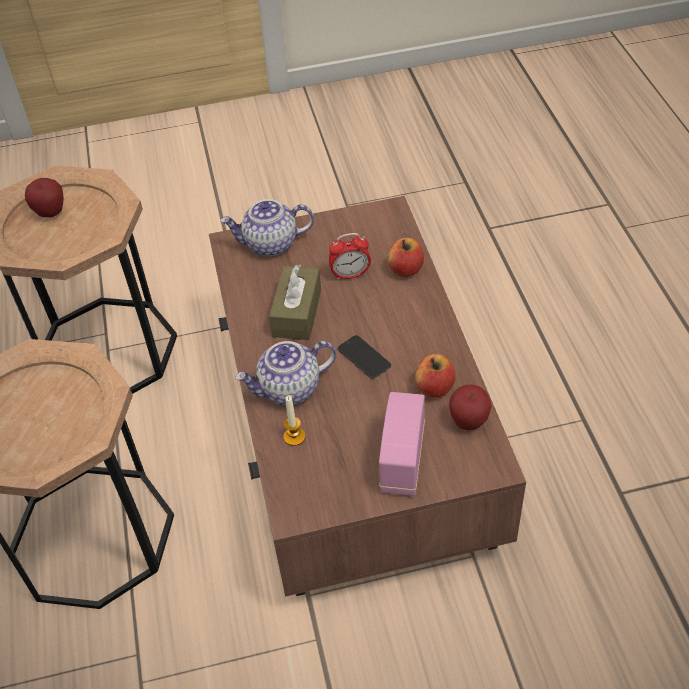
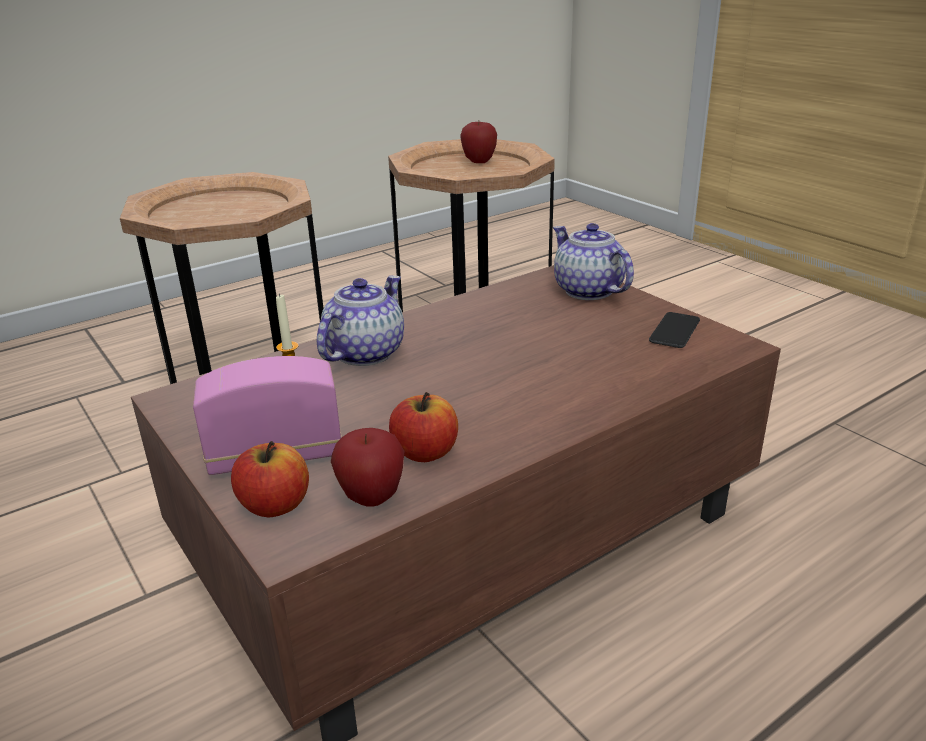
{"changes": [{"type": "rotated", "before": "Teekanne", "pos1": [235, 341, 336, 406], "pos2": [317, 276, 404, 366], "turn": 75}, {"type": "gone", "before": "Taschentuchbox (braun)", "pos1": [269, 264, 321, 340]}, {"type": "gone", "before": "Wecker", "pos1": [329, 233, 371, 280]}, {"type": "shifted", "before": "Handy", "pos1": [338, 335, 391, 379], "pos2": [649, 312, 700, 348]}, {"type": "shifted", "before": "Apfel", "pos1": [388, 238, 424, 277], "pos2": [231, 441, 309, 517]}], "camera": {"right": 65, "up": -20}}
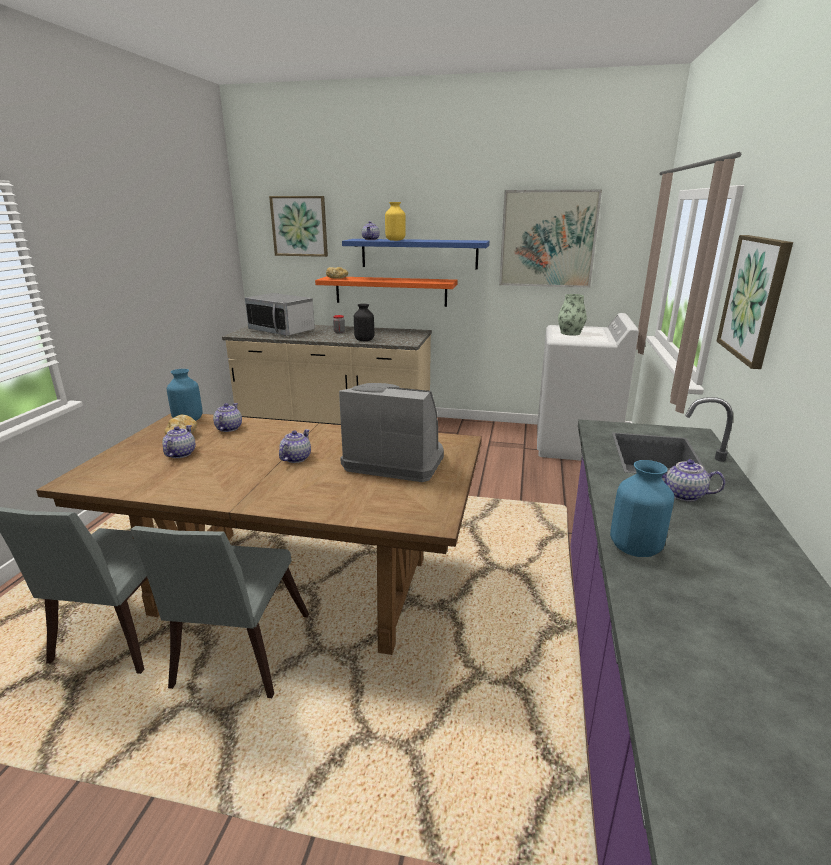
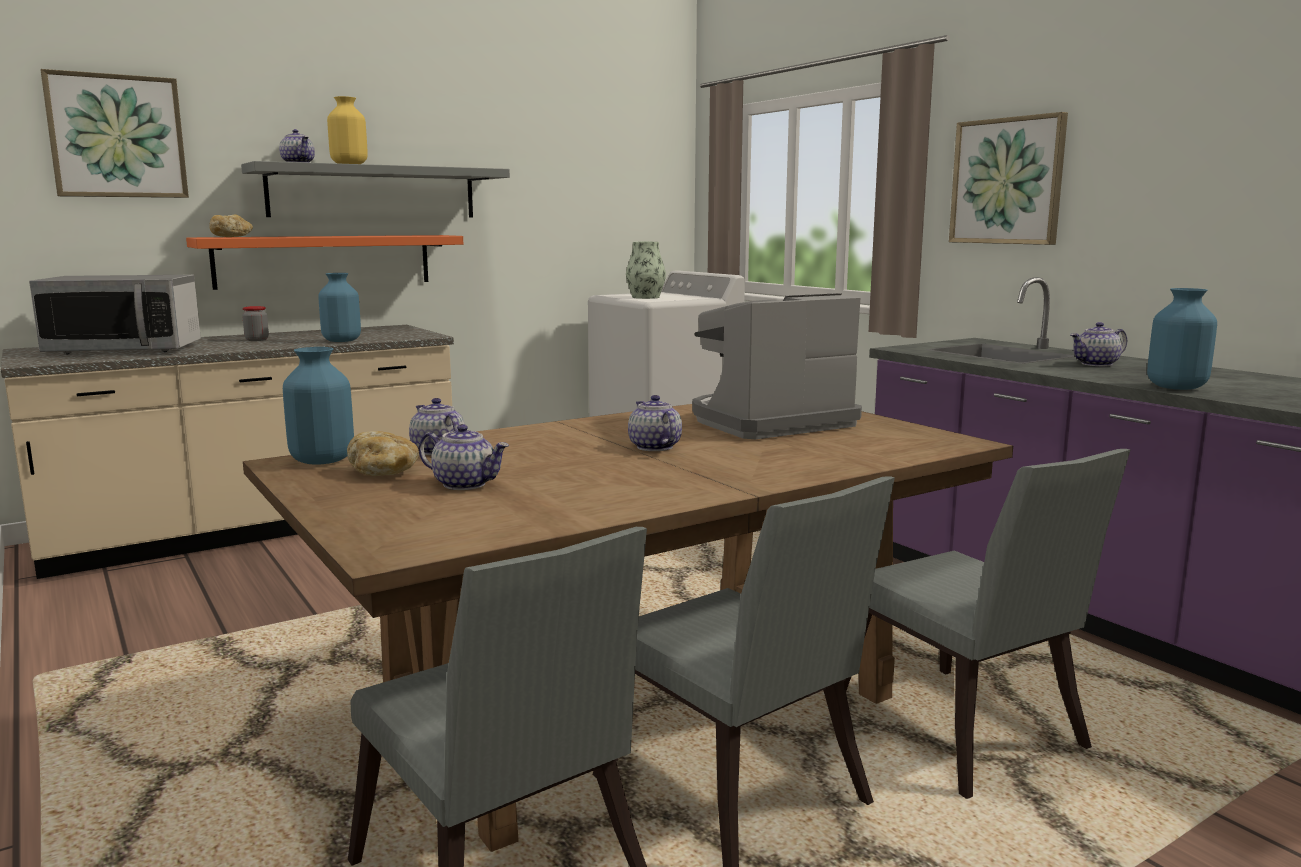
{"changes": [{"type": "rotated", "before": "Teekanne", "pos1": [162, 425, 195, 458], "pos2": [419, 424, 509, 490], "turn": 150}, {"type": "repainted", "before": "Wandregal (blau)", "after": "Wandregal (grau)", "pos1": [342, 239, 489, 270], "pos2": [241, 161, 510, 217]}, {"type": "repainted", "before": "Vase (schwarz)", "after": "Vase (blau)", "pos1": [354, 304, 374, 341], "pos2": [318, 273, 361, 342]}, {"type": "gone", "before": "Bild", "pos1": [499, 190, 602, 288]}, {"type": "new", "after": "Stuhl (grau)", "pos2": [844, 449, 1130, 799]}], "camera": {"right": -45, "up": -10}}
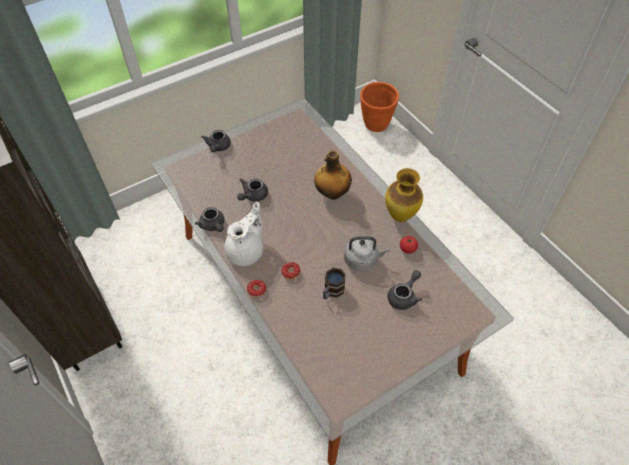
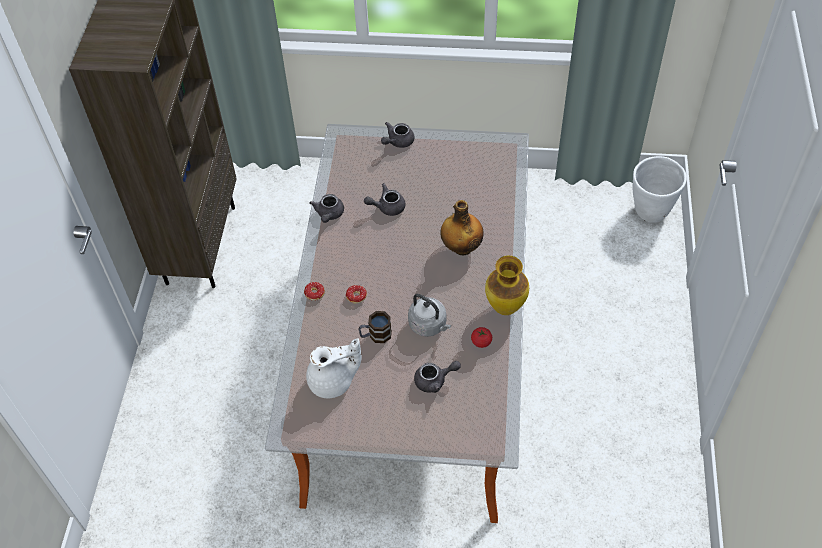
{"changes": [{"type": "shifted", "before": "Teekanne (weiß)", "pos1": [224, 202, 263, 266], "pos2": [306, 338, 361, 399]}, {"type": "repainted", "before": "Pflanzkübel (orange)", "after": "Pflanzkübel (weiß)", "pos1": [360, 82, 399, 132], "pos2": [633, 156, 687, 223]}], "camera": {"right": 40, "up": 0}}
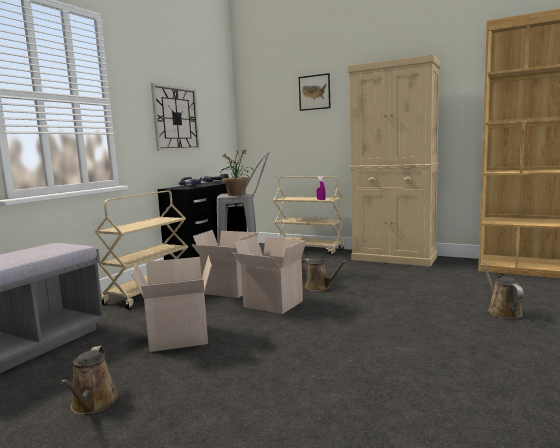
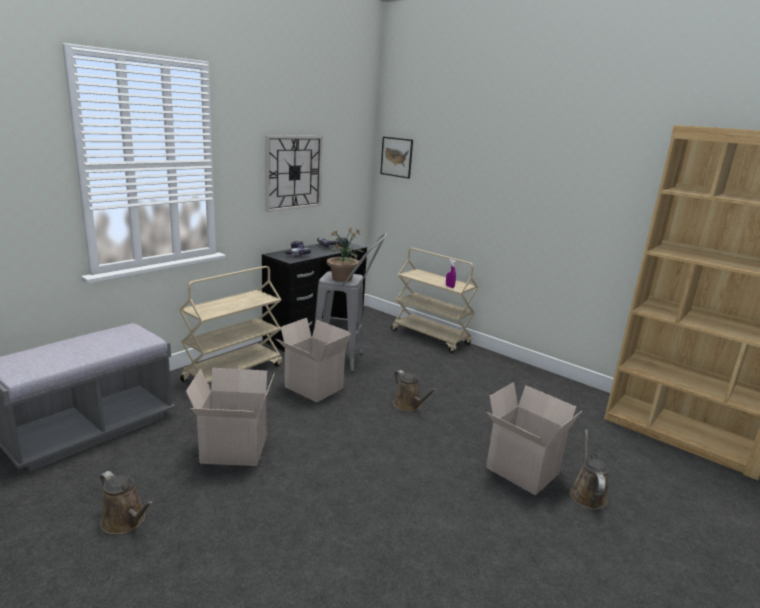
{"changes": [{"type": "rotated", "before": "Gießkanne (braun)", "pos1": [60, 346, 119, 414], "pos2": [100, 471, 154, 534], "turn": -60}, {"type": "shifted", "before": "Karton", "pos1": [232, 236, 307, 314], "pos2": [486, 382, 582, 495]}, {"type": "shifted", "before": "Bild", "pos1": [299, 73, 331, 111], "pos2": [380, 137, 413, 179]}, {"type": "gone", "before": "Schrank (beige)", "pos1": [348, 54, 441, 267]}], "camera": {"right": 10, "up": 10}}
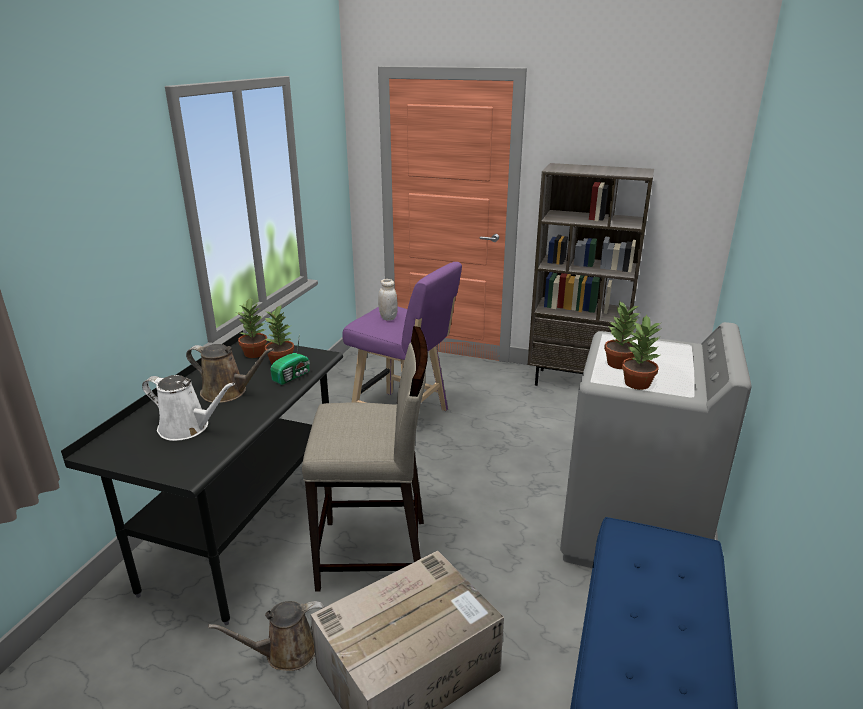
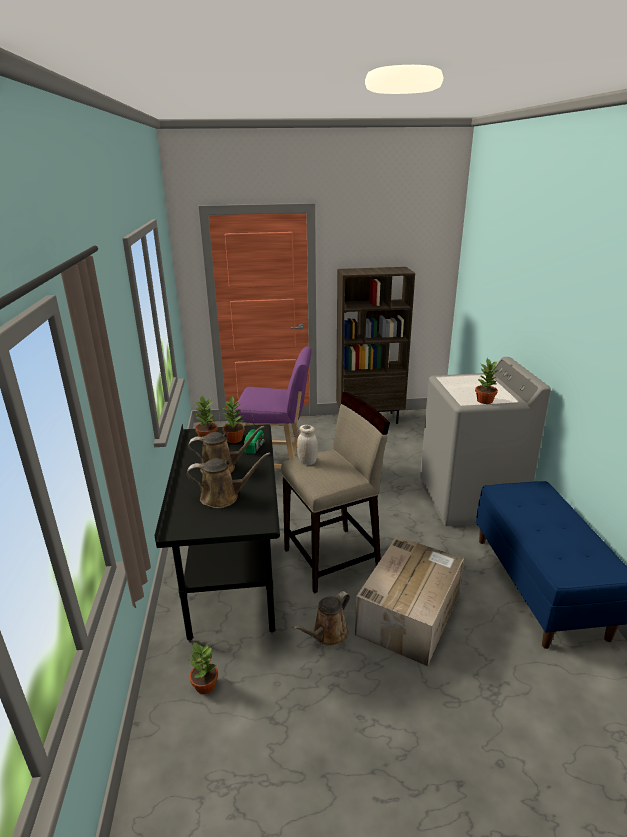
{"changes": [{"type": "repainted", "before": "Gießkanne (weiß)", "after": "Gießkanne (braun)", "pos1": [142, 375, 235, 441], "pos2": [187, 452, 270, 508]}, {"type": "shifted", "before": "Vorratsglas (weiß)", "pos1": [378, 279, 398, 321], "pos2": [297, 425, 318, 465]}, {"type": "shifted", "before": "Topfpflanze", "pos1": [604, 300, 641, 369], "pos2": [189, 641, 218, 694]}], "camera": {"right": -25, "up": 0}}
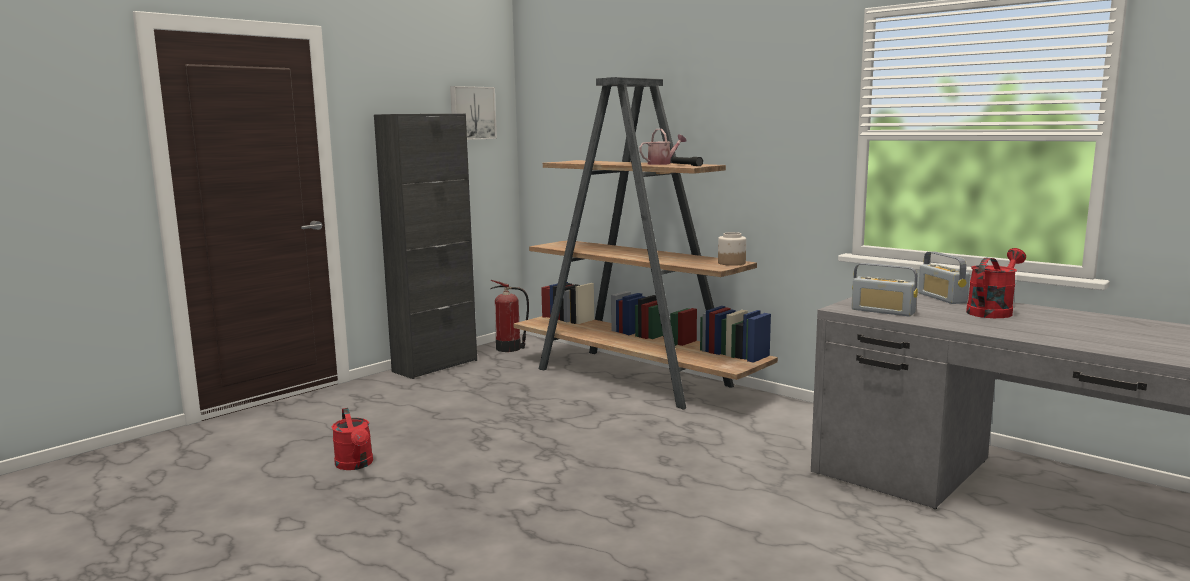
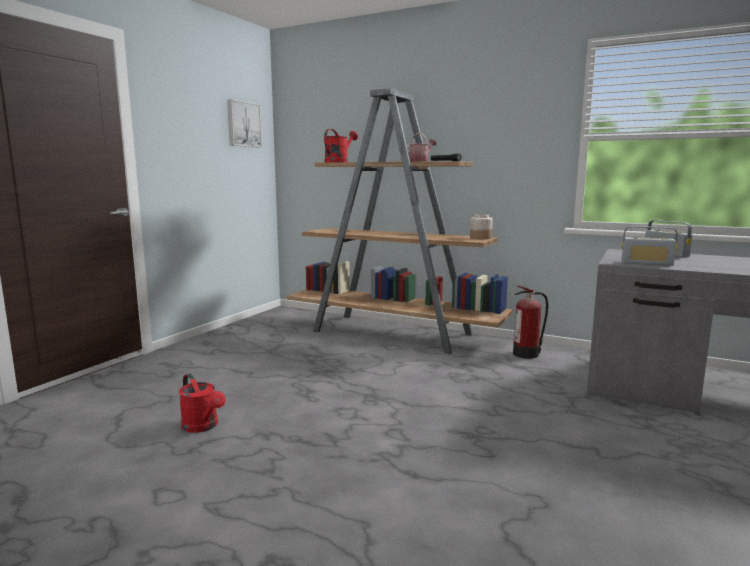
{"changes": [{"type": "gone", "before": "Schrank (schwarz)", "pos1": [374, 114, 477, 379]}, {"type": "shifted", "before": "Feuerlöscher", "pos1": [490, 280, 529, 352], "pos2": [513, 285, 548, 359]}, {"type": "shifted", "before": "Gießkanne (rot)", "pos1": [966, 248, 1026, 318], "pos2": [324, 129, 358, 163]}], "camera": {"right": -15, "up": 0}}
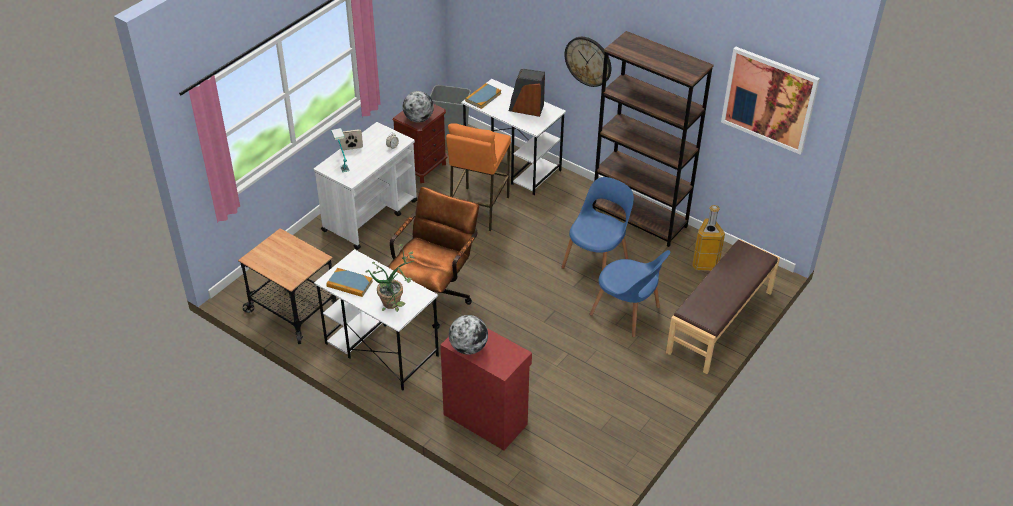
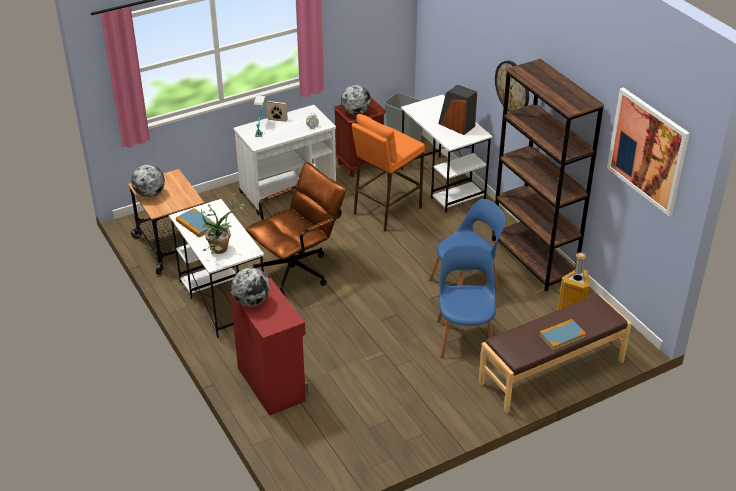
{"changes": [{"type": "shifted", "before": "Buch", "pos1": [465, 83, 501, 109], "pos2": [539, 319, 586, 350]}, {"type": "rotated", "before": "Stuhl (blau)", "pos1": [589, 250, 670, 338], "pos2": [437, 245, 496, 358], "turn": -150}, {"type": "new", "after": "Globus", "pos2": [131, 165, 165, 198]}], "camera": {"right": 25, "up": -5}}
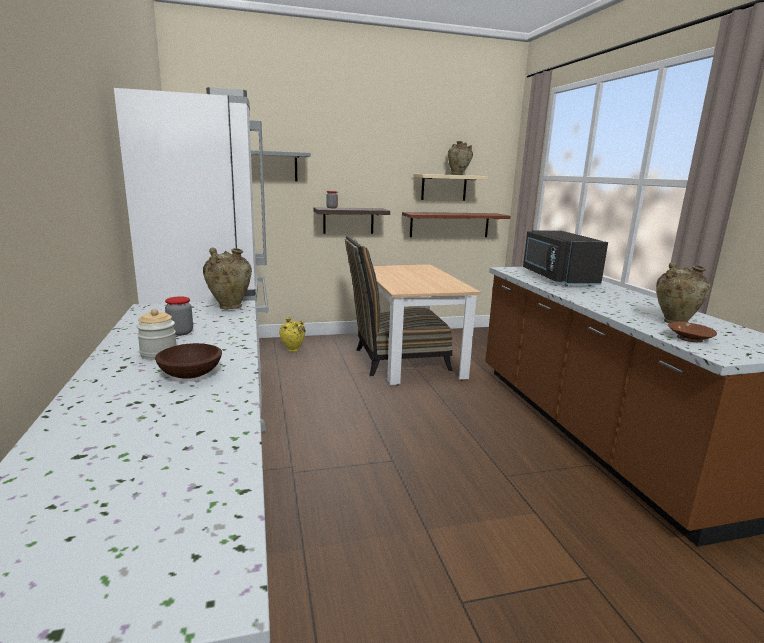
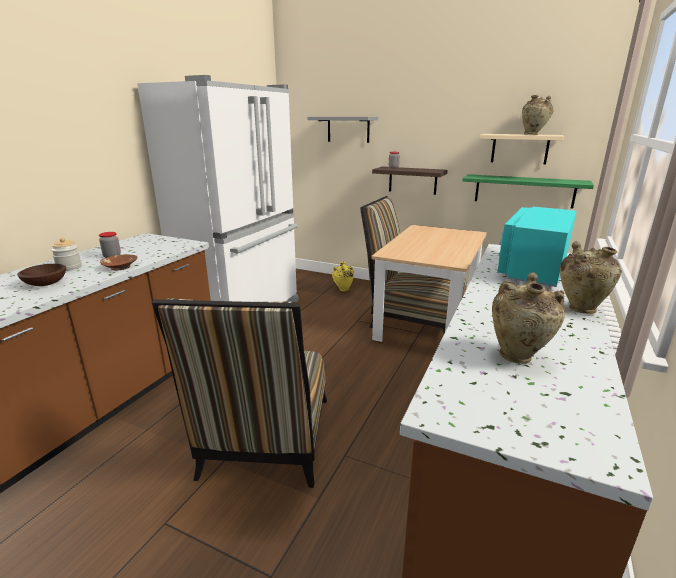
{"changes": [{"type": "shifted", "before": "Vase (beige)", "pos1": [203, 247, 252, 309], "pos2": [560, 241, 622, 314]}, {"type": "repainted", "before": "Wandregal (braun)", "after": "Wandregal (grün)", "pos1": [402, 212, 510, 237], "pos2": [462, 174, 594, 209]}, {"type": "repainted", "before": "Mikrowelle (schwarz)", "after": "Mikrowelle (türkis)", "pos1": [523, 230, 608, 286], "pos2": [497, 207, 576, 287]}, {"type": "shifted", "before": "Schüssel (braun)", "pos1": [668, 322, 717, 342], "pos2": [100, 254, 137, 270]}, {"type": "new", "after": "Stuhl", "pos2": [152, 298, 327, 488]}], "camera": {"right": 40, "up": 5}}
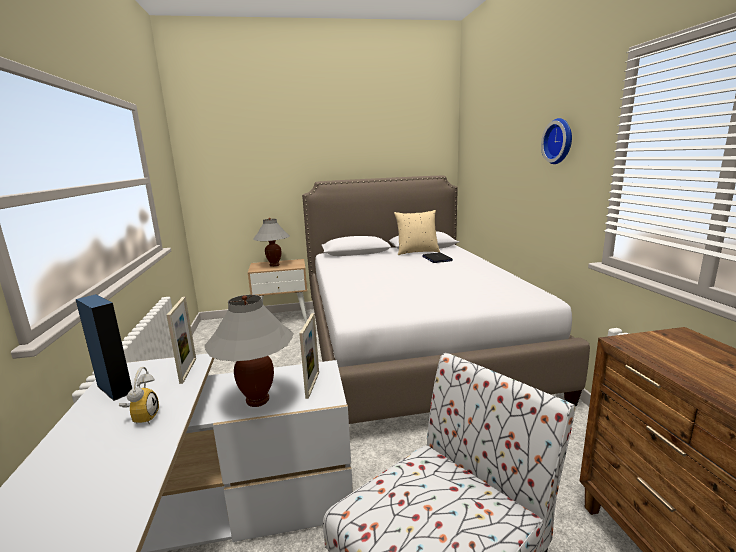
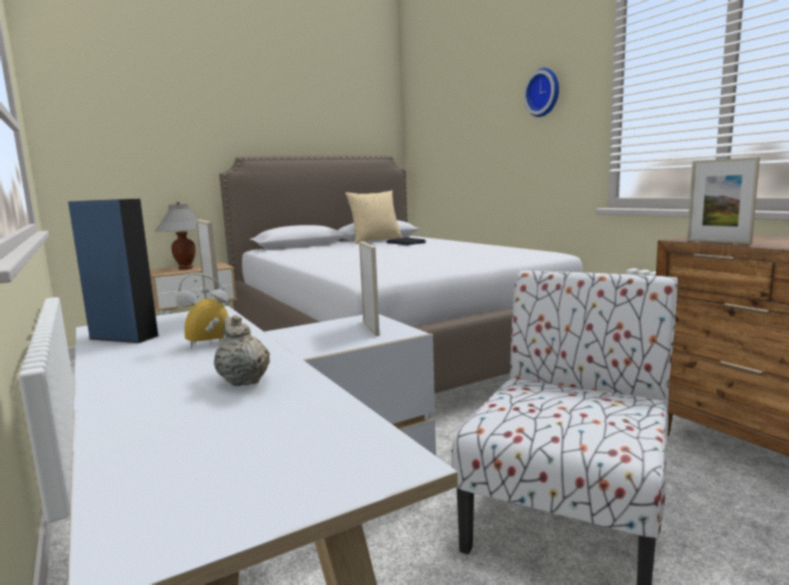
{"changes": [{"type": "rotated", "before": "Wecker", "pos1": [119, 367, 159, 424], "pos2": [176, 273, 229, 349], "turn": -90}, {"type": "gone", "before": "Tischlampe (grau)", "pos1": [205, 295, 294, 407]}, {"type": "new", "after": "Teekanne (beige)", "pos2": [214, 315, 270, 386]}, {"type": "new", "after": "Bilderrahmen", "pos2": [687, 157, 760, 244]}], "camera": {"right": -20, "up": -5}}
